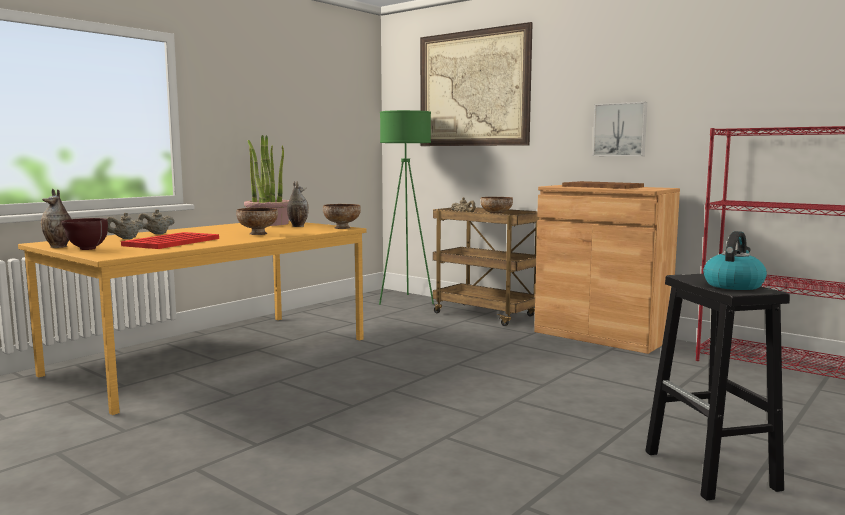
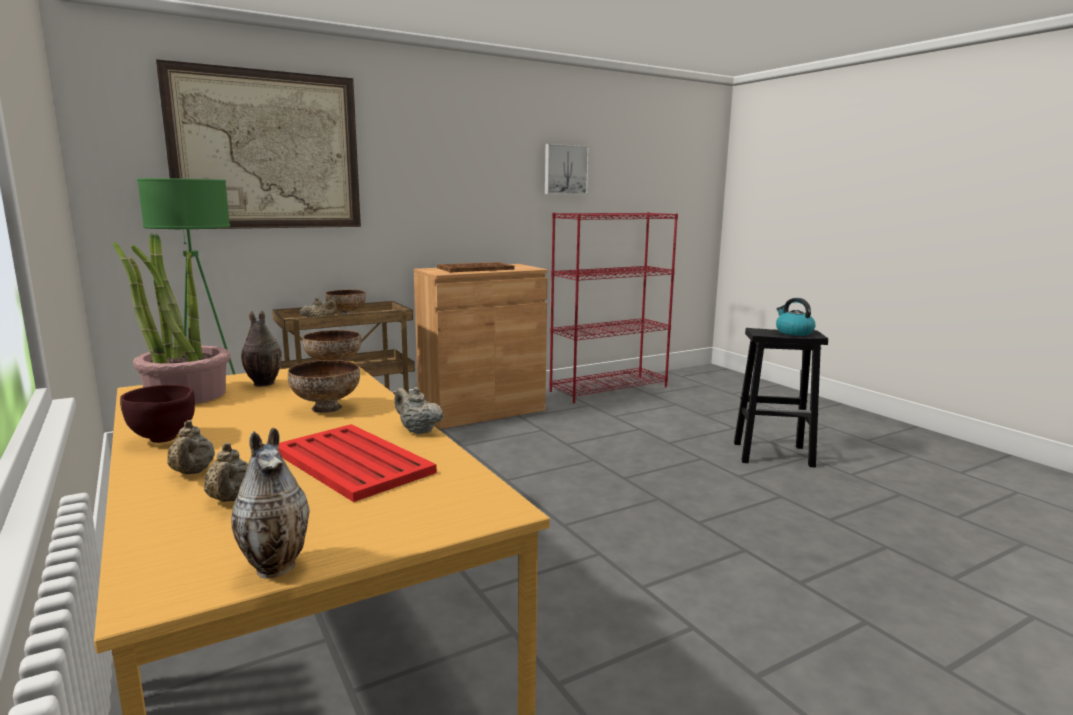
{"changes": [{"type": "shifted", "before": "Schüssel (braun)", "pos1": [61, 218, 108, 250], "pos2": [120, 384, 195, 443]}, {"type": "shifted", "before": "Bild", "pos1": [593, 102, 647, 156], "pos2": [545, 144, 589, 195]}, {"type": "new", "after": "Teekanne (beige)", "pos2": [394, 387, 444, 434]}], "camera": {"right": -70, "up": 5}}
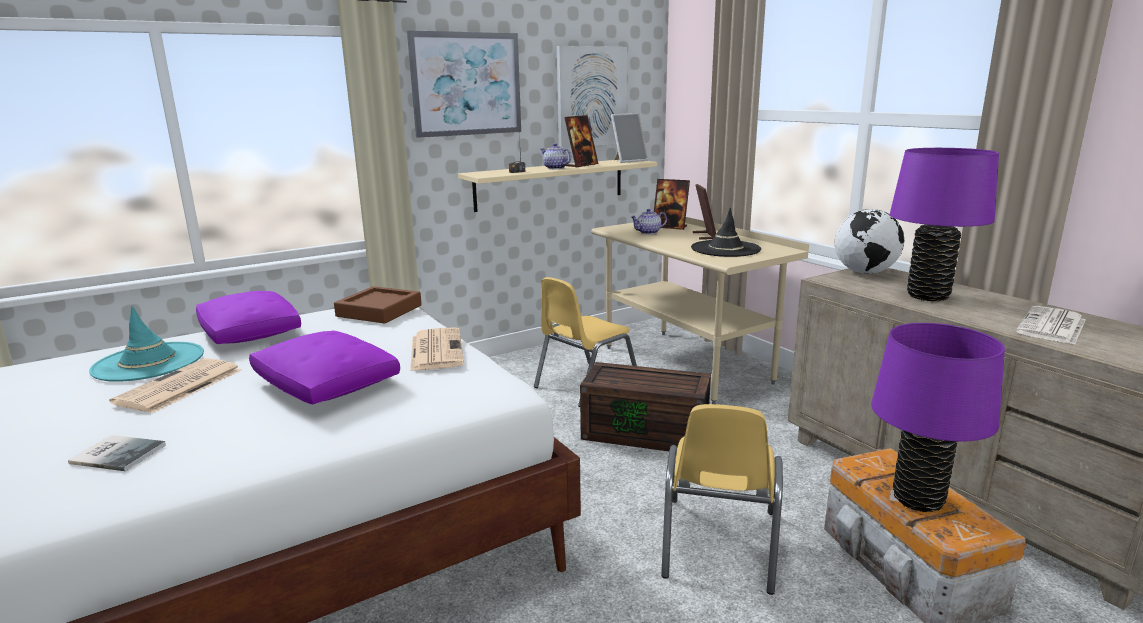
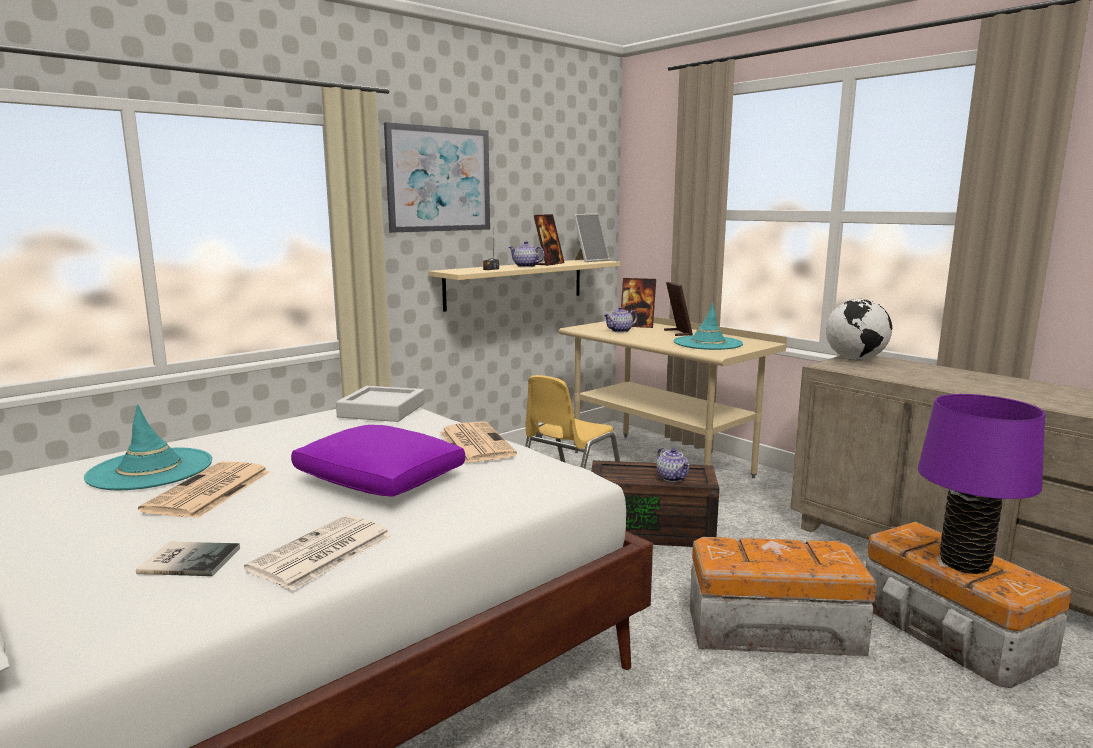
{"changes": [{"type": "gone", "before": "Kissen (lila)", "pos1": [196, 291, 301, 344]}, {"type": "repainted", "before": "Tablett (braun)", "after": "Tablett (grau)", "pos1": [334, 286, 422, 324], "pos2": [336, 386, 425, 422]}, {"type": "gone", "before": "Bild", "pos1": [557, 46, 627, 148]}, {"type": "swapped", "before": "Stuhl (gelb)", "after": "Aufbewahrungsbox", "pos1": [661, 404, 783, 595], "pos2": [690, 537, 877, 656]}, {"type": "repainted", "before": "Hut (schwarz)", "after": "Hut (türkis)", "pos1": [691, 208, 761, 257], "pos2": [674, 302, 743, 350]}, {"type": "gone", "before": "Tischlampe (lila)", "pos1": [890, 148, 999, 301]}, {"type": "shifted", "before": "Zeitung", "pos1": [1016, 306, 1086, 345], "pos2": [244, 515, 392, 591]}, {"type": "new", "after": "Teekanne", "pos2": [657, 448, 690, 482]}], "camera": {"right": -10, "up": -5}}
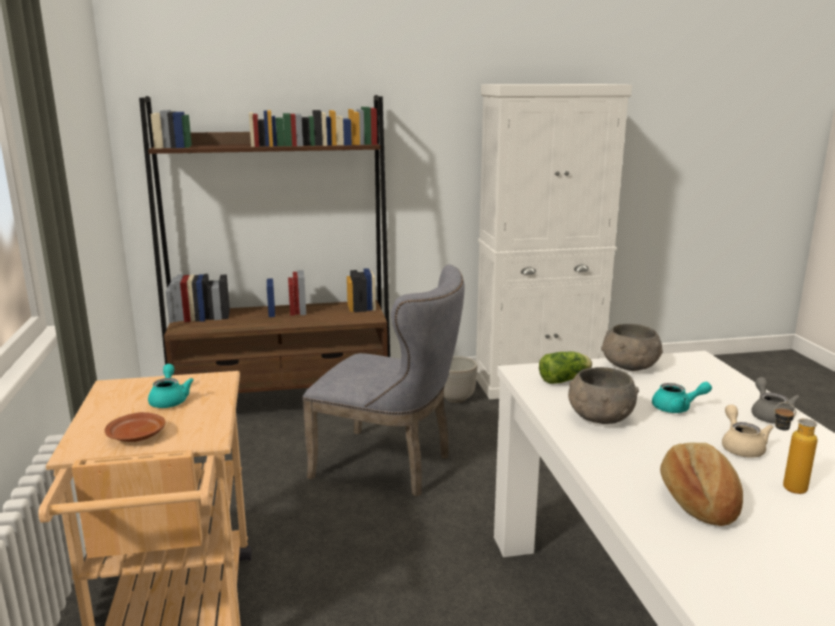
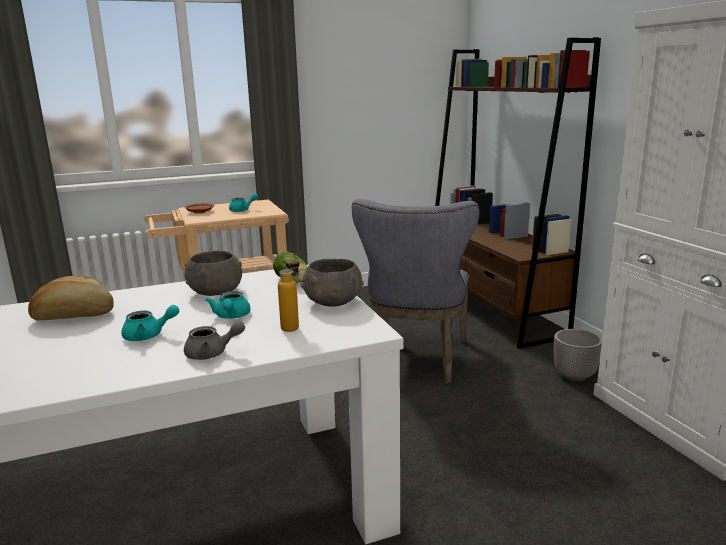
{"changes": [{"type": "repainted", "before": "Teekanne (beige)", "after": "Teekanne (türkis)", "pos1": [722, 405, 774, 457], "pos2": [121, 305, 179, 341]}, {"type": "shifted", "before": "Flasche", "pos1": [774, 402, 818, 494], "pos2": [278, 253, 299, 332]}], "camera": {"right": 80, "up": 0}}
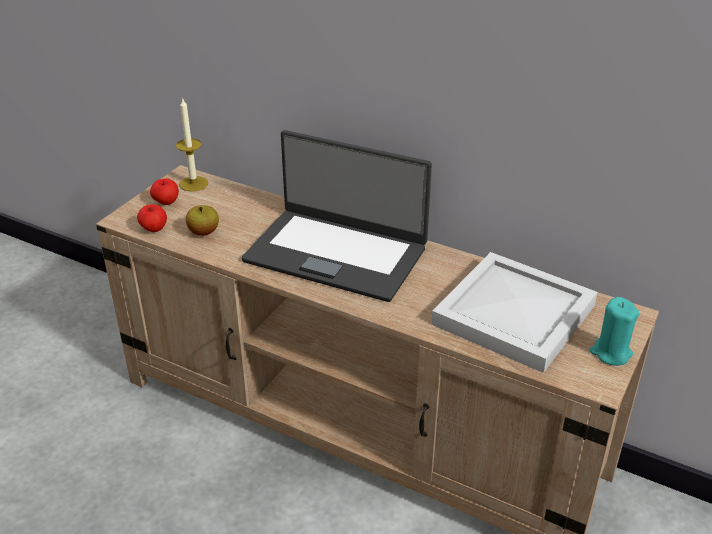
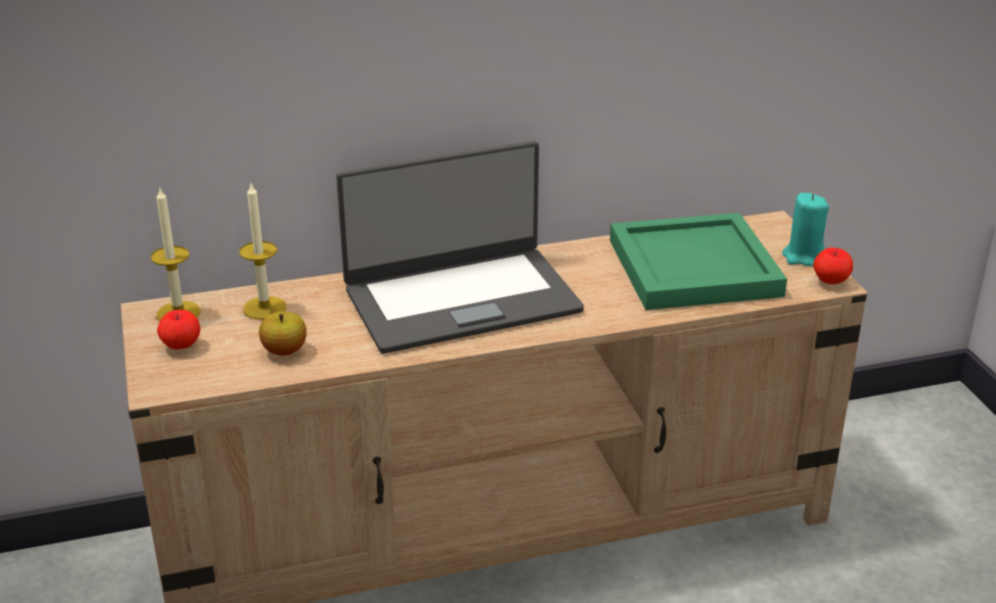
{"changes": [{"type": "shifted", "before": "Apfel", "pos1": [137, 204, 167, 232], "pos2": [813, 248, 853, 284]}, {"type": "repainted", "before": "Tablett (weiß)", "after": "Tablett (grün)", "pos1": [431, 252, 598, 373], "pos2": [610, 213, 787, 310]}, {"type": "new", "after": "Kerze", "pos2": [240, 184, 286, 320]}], "camera": {"right": -45, "up": -5}}
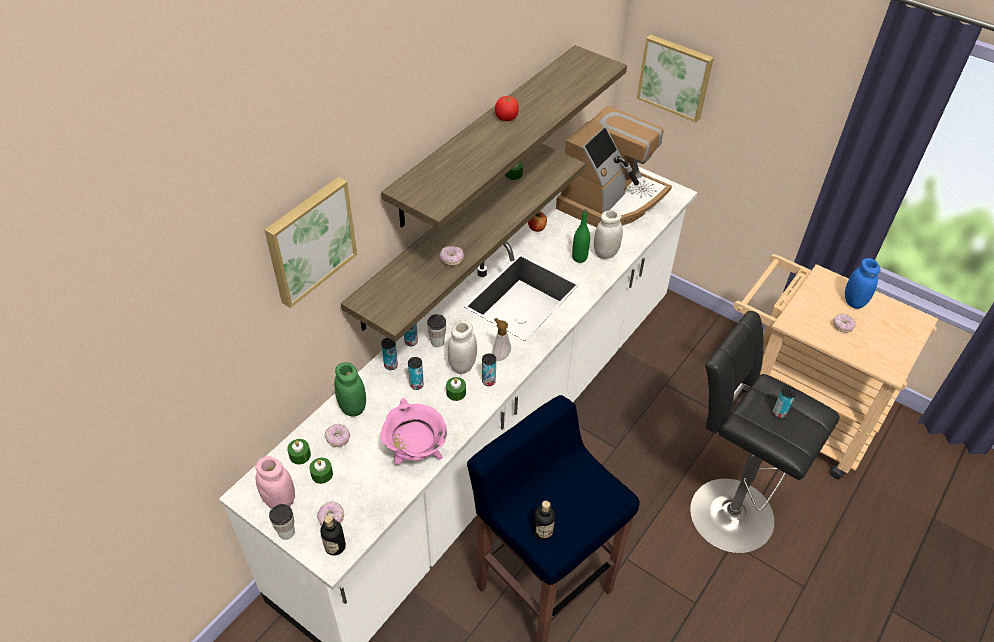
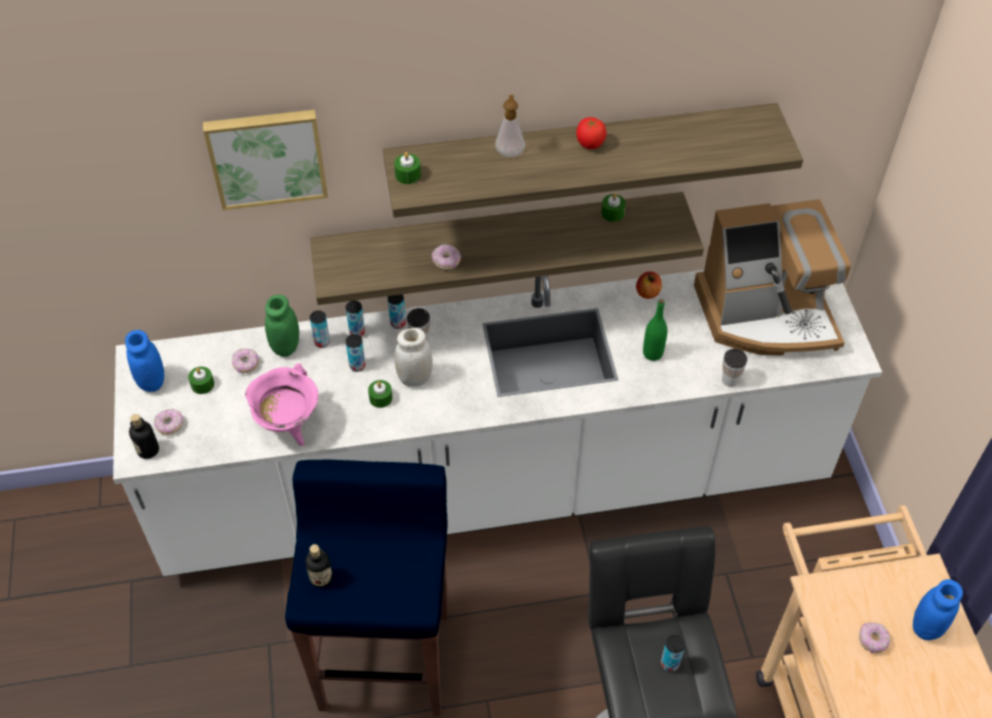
{"changes": [{"type": "repainted", "before": "Vorratsglas (rosa)", "after": "Vorratsglas (blau)", "pos1": [256, 456, 295, 509], "pos2": [125, 330, 164, 392]}, {"type": "shifted", "before": "Tasse", "pos1": [269, 504, 295, 540], "pos2": [722, 348, 747, 387]}, {"type": "shifted", "before": "Kerze (grün)", "pos1": [287, 439, 311, 464], "pos2": [394, 152, 421, 184]}, {"type": "shifted", "before": "Dose", "pos1": [482, 353, 496, 386], "pos2": [310, 311, 330, 348]}, {"type": "shifted", "before": "Seifenspender", "pos1": [492, 318, 511, 361], "pos2": [495, 95, 525, 157]}, {"type": "gone", "before": "Vorratsglas (weiß)", "pos1": [594, 210, 623, 259]}, {"type": "gone", "before": "Bild", "pos1": [637, 34, 714, 122]}], "camera": {"right": 45, "up": 5}}
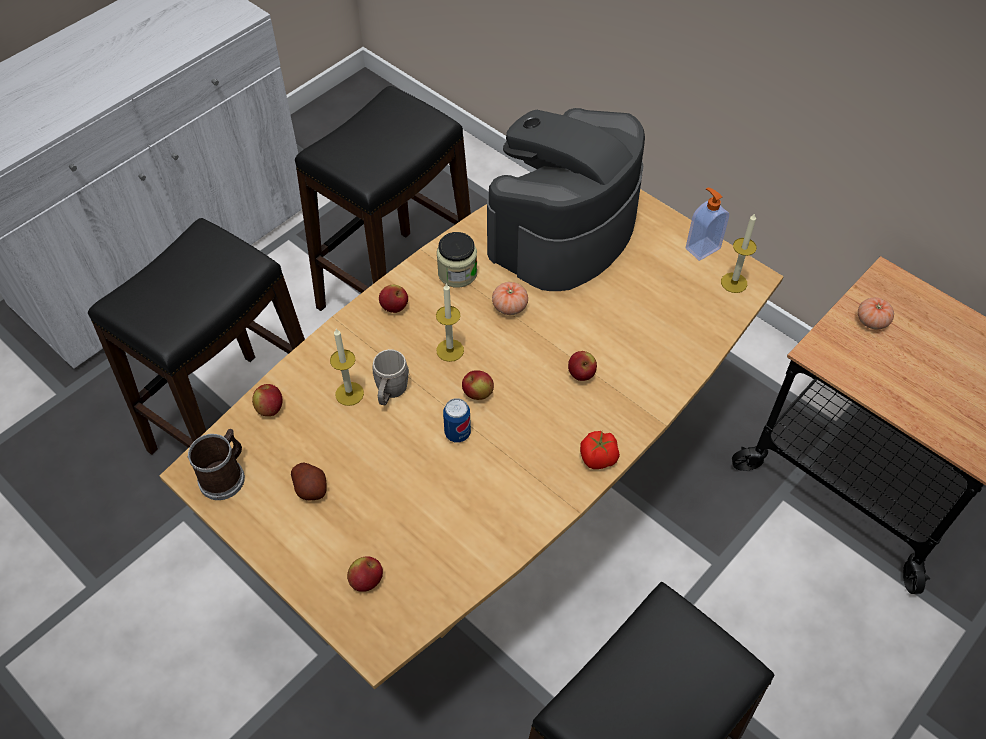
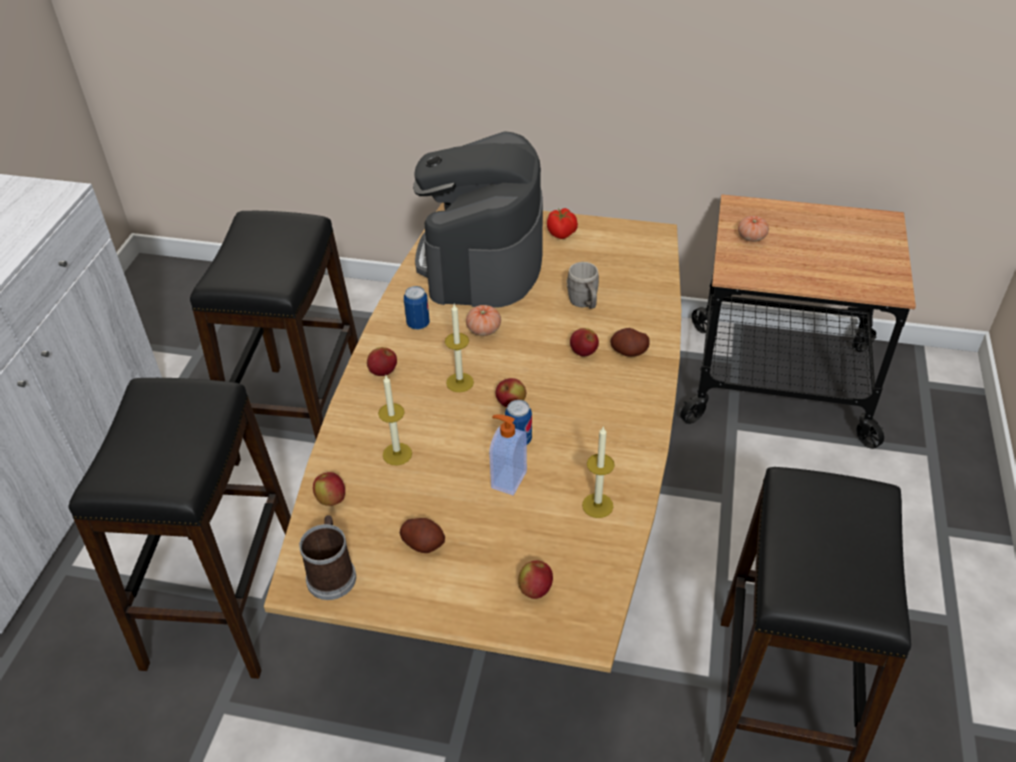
{"changes": [{"type": "shifted", "before": "Henkelbecher (grau)", "pos1": [372, 349, 409, 405], "pos2": [566, 262, 599, 309]}, {"type": "swapped", "before": "Vorratsglas", "after": "Dose", "pos1": [437, 232, 477, 288], "pos2": [404, 286, 430, 330]}, {"type": "shifted", "before": "Tomate", "pos1": [580, 431, 620, 469], "pos2": [547, 208, 578, 239]}, {"type": "shifted", "before": "Seifenspender", "pos1": [686, 188, 729, 261], "pos2": [489, 414, 527, 495]}, {"type": "shifted", "before": "Kerze", "pos1": [721, 213, 757, 293], "pos2": [582, 427, 615, 518]}, {"type": "new", "after": "Kartoffel", "pos2": [610, 328, 650, 357]}], "camera": {"right": -30, "up": -10}}
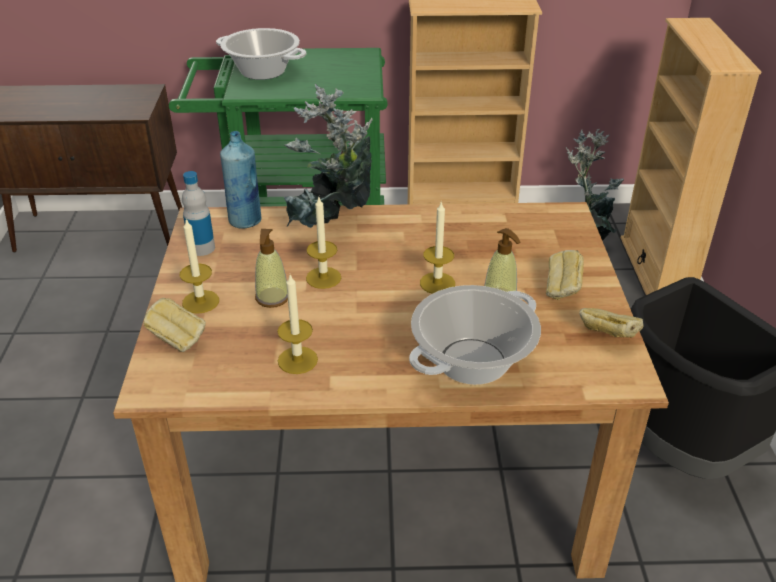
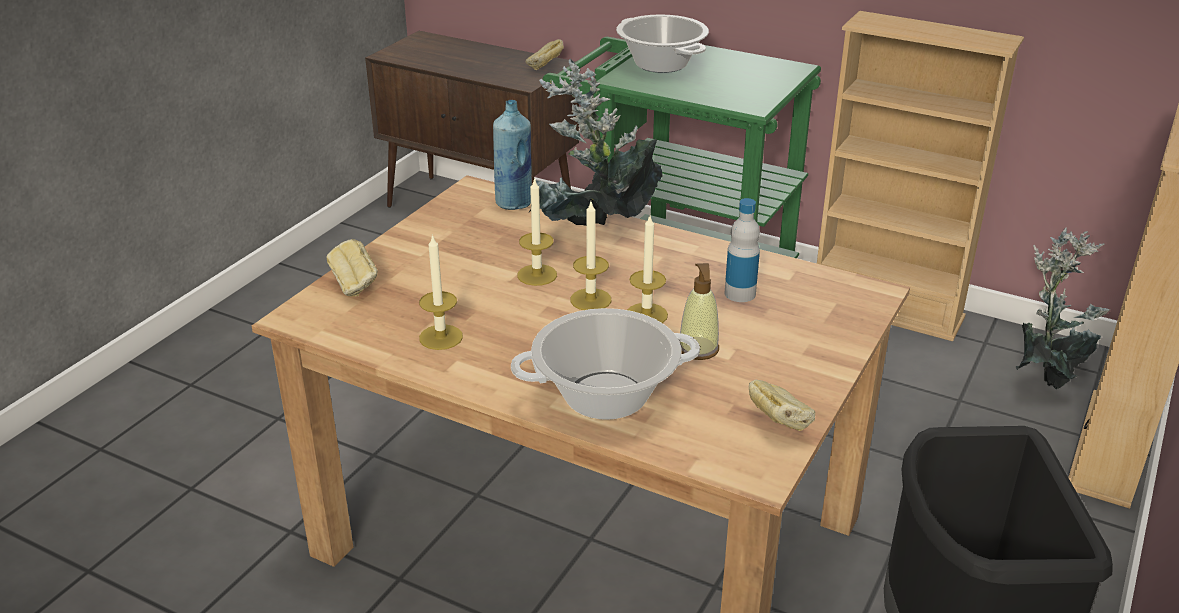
{"changes": [{"type": "shifted", "before": "Kerze", "pos1": [180, 219, 219, 314], "pos2": [571, 202, 611, 310]}, {"type": "shifted", "before": "Flasche", "pos1": [182, 171, 215, 256], "pos2": [724, 198, 760, 302]}, {"type": "gone", "before": "Seifenspender", "pos1": [255, 229, 288, 308]}, {"type": "shifted", "before": "Brot", "pos1": [546, 250, 584, 301], "pos2": [525, 39, 564, 70]}], "camera": {"right": 30, "up": -5}}
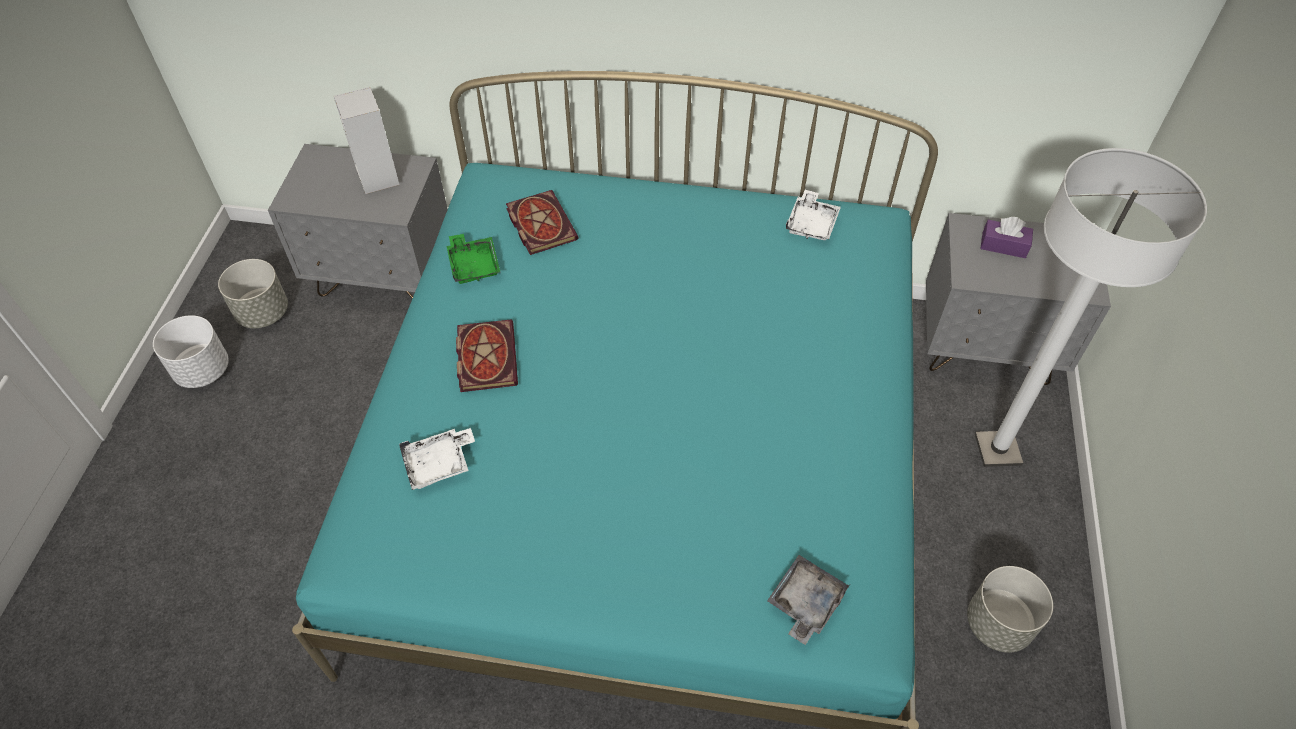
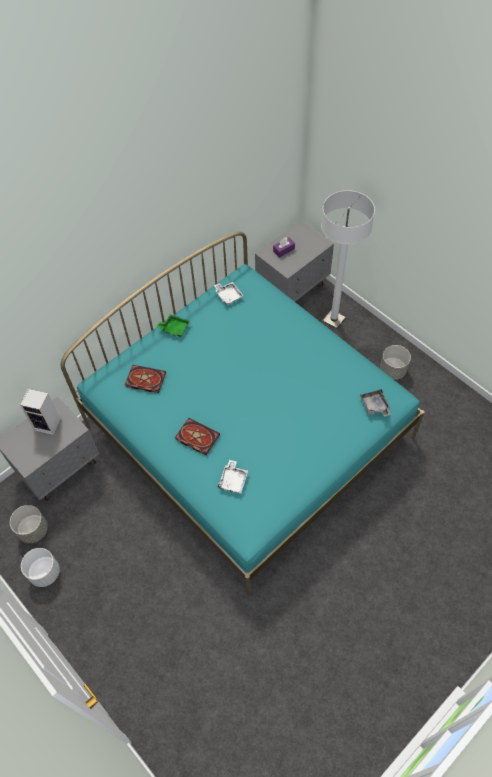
{"changes": [{"type": "shifted", "before": "Tablett (grün)", "pos1": [447, 234, 500, 284], "pos2": [157, 314, 190, 337]}], "camera": {"right": -50, "up": 5}}
